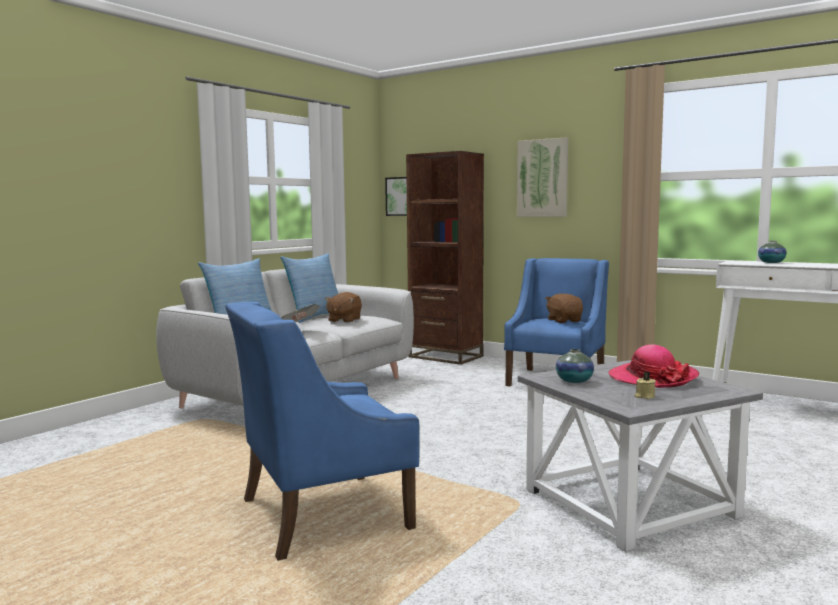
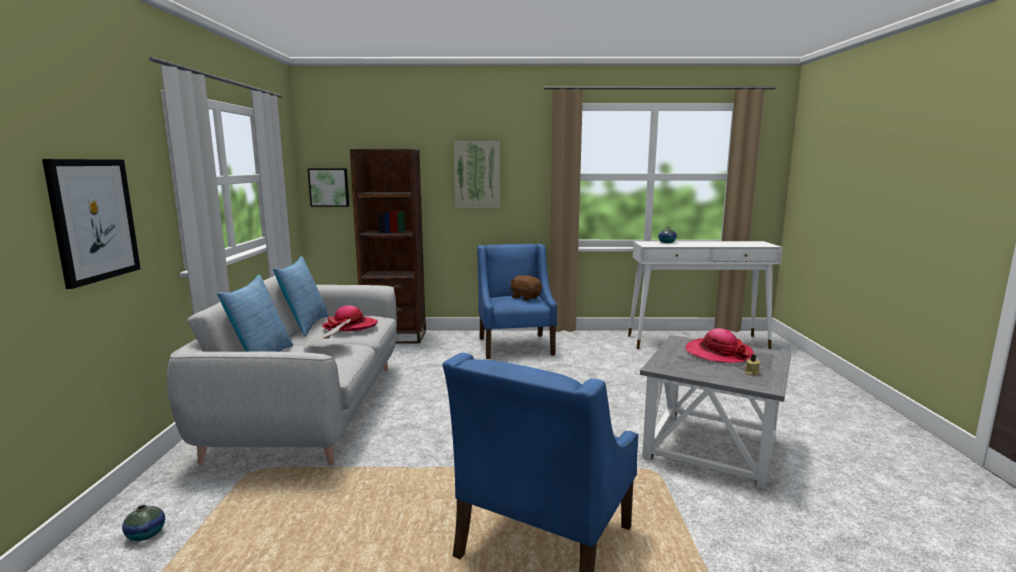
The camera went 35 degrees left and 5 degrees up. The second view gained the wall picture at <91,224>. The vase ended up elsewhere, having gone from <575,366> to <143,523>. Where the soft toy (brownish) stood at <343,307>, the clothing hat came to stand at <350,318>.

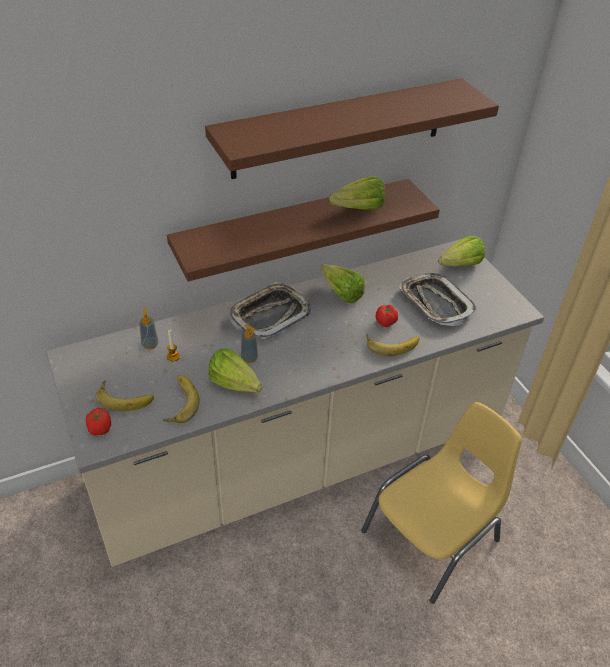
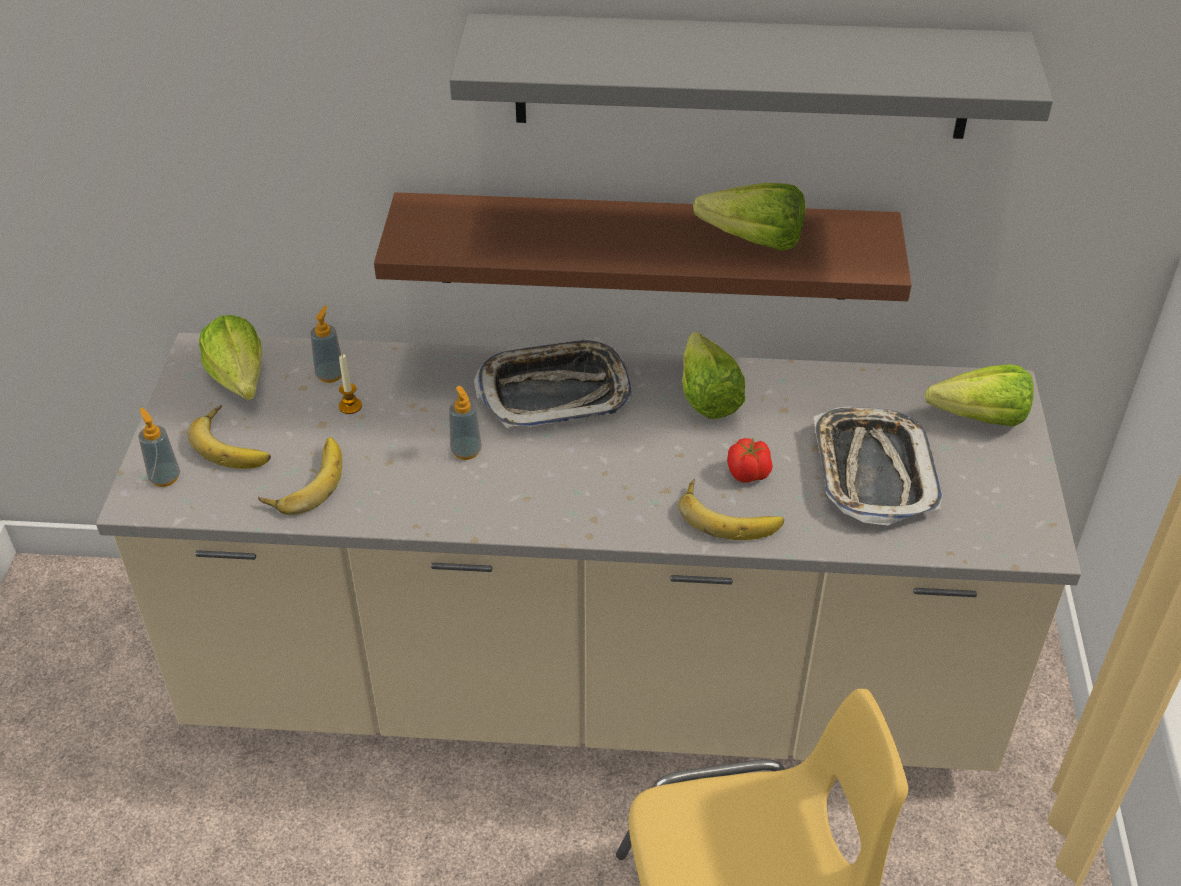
The camera went 30 degrees right and 0 degrees up. The lettuce ended up elsewhere, having gone from <235,370> to <230,357>. Where the tomato stood at <98,422>, the soap bottle came to stand at <159,447>. What was the shelf (brownish) at <352,128> turned into the shelf (grey) at <751,76>.

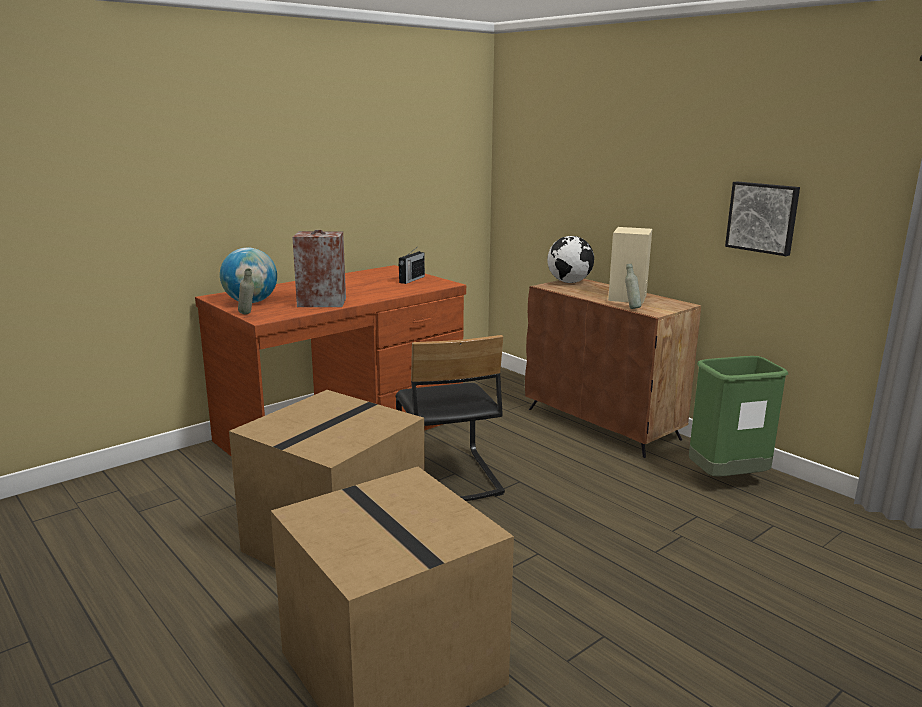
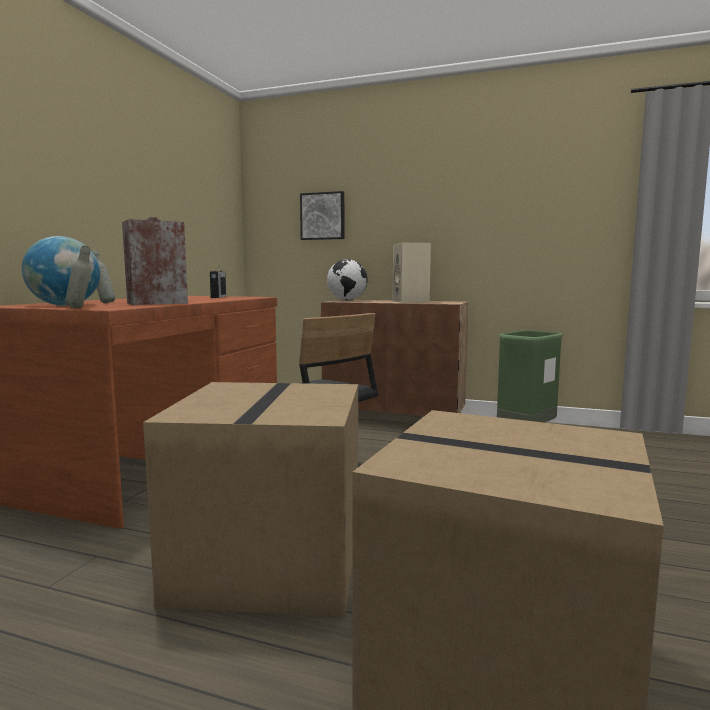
The camera went 30 degrees left and 10 degrees down. The bottle (grey) ended up elsewhere, having gone from <633,286> to <103,277>. The wall picture ended up elsewhere, having gone from <762,218> to <322,215>.

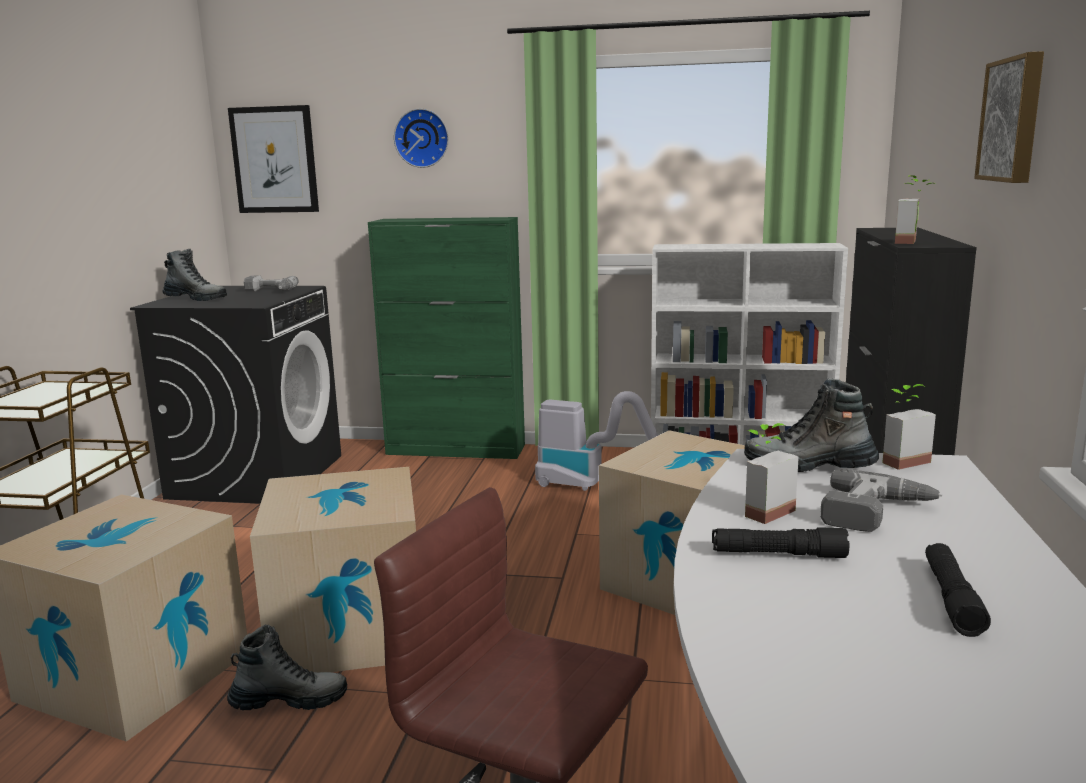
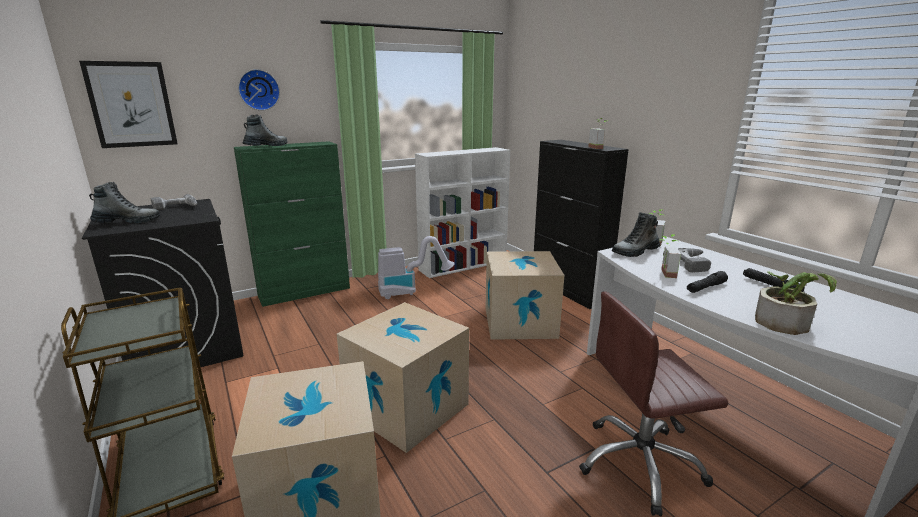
The camera went 40 degrees left and 5 degrees up. The second view lost the wall picture at <1009,117>. The second view gained the houseplant at <796,303>. The high-top boot ended up elsewhere, having gone from <287,667> to <265,130>.

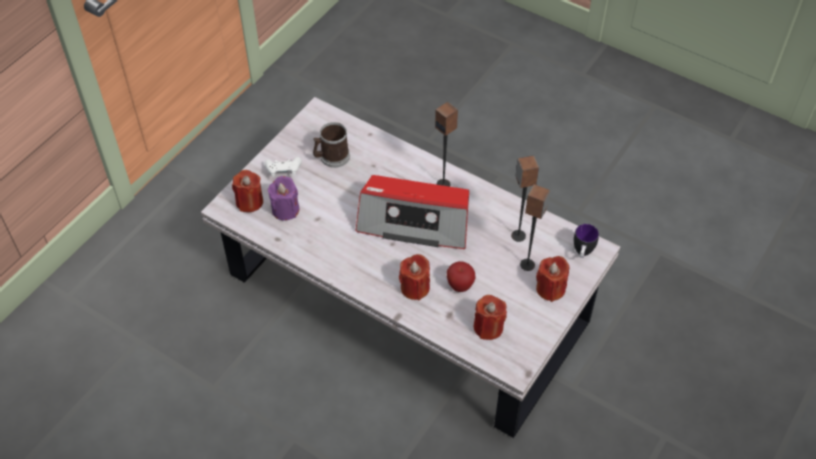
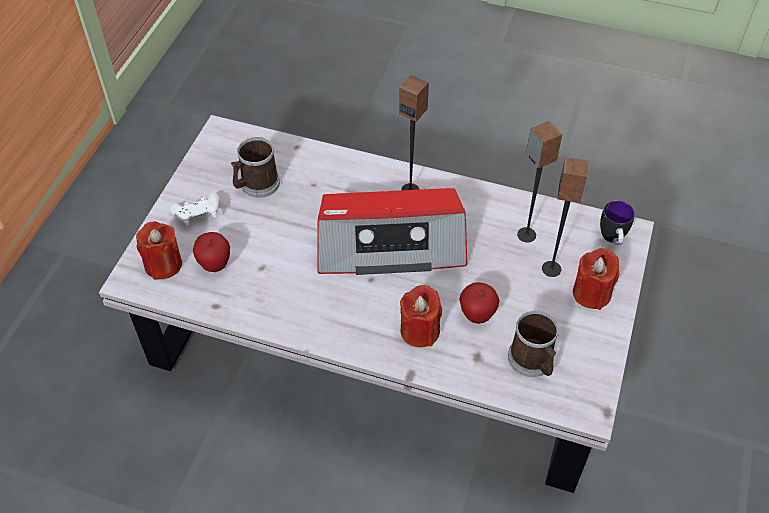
The camera went 15 degrees left and 0 degrees up. Where the candle (purplish) stood at <283,198>, the apple came to stand at <211,252>. Where the candle (red-coloured) stood at <490,317>, the coffee mug came to stand at <533,343>.

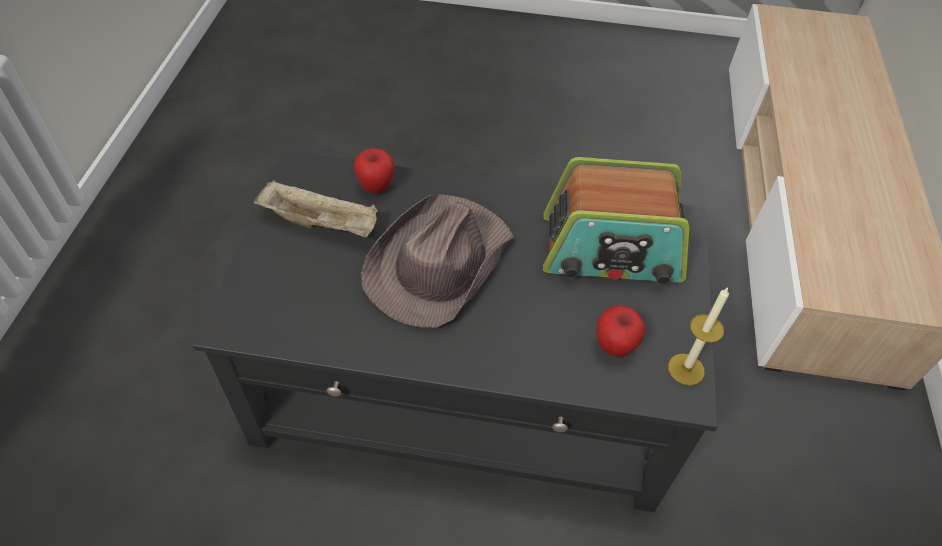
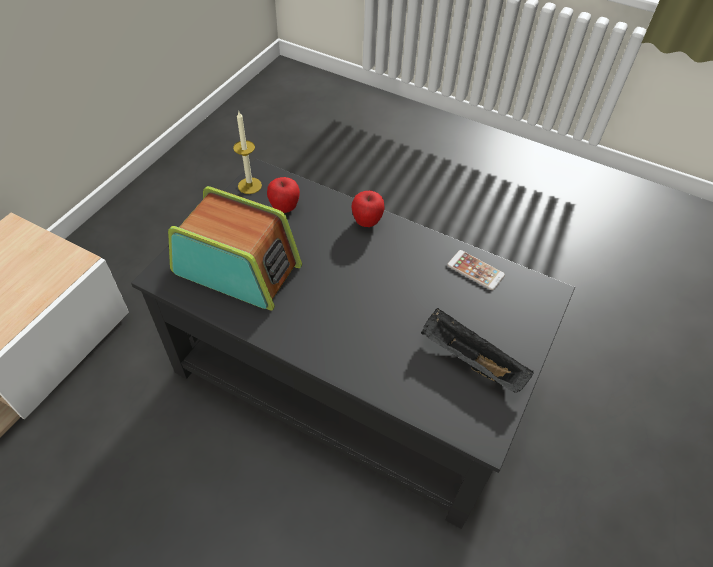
The camera went 160 degrees left and 0 degrees up. The second view lost the clothing hat (brownish) at <437,260>. The second view gained the handset at <476,270>. The apple ended up elsewhere, having gone from <374,170> to <368,209>. What was the serving tray (beige) at <316,208> turned into the serving tray (black) at <477,350>.

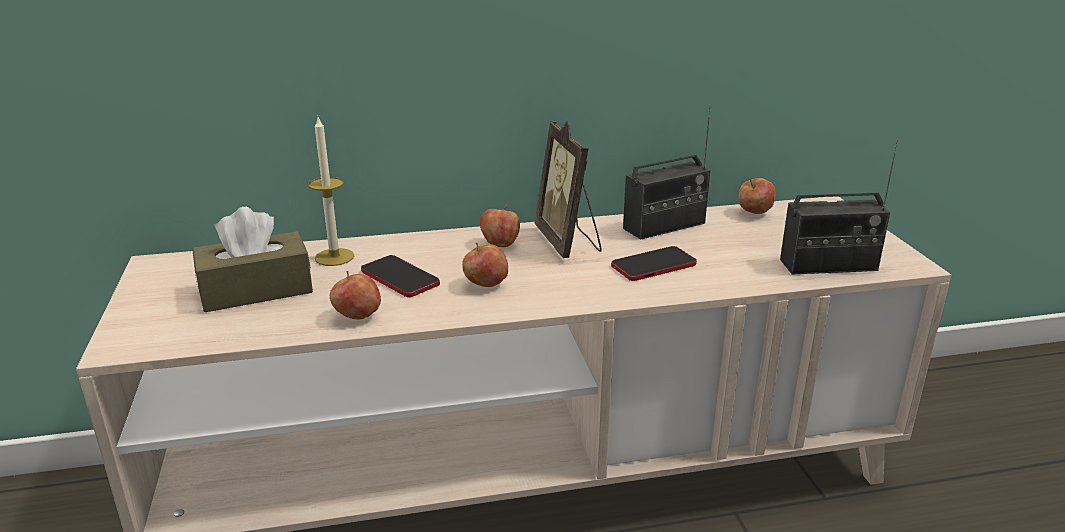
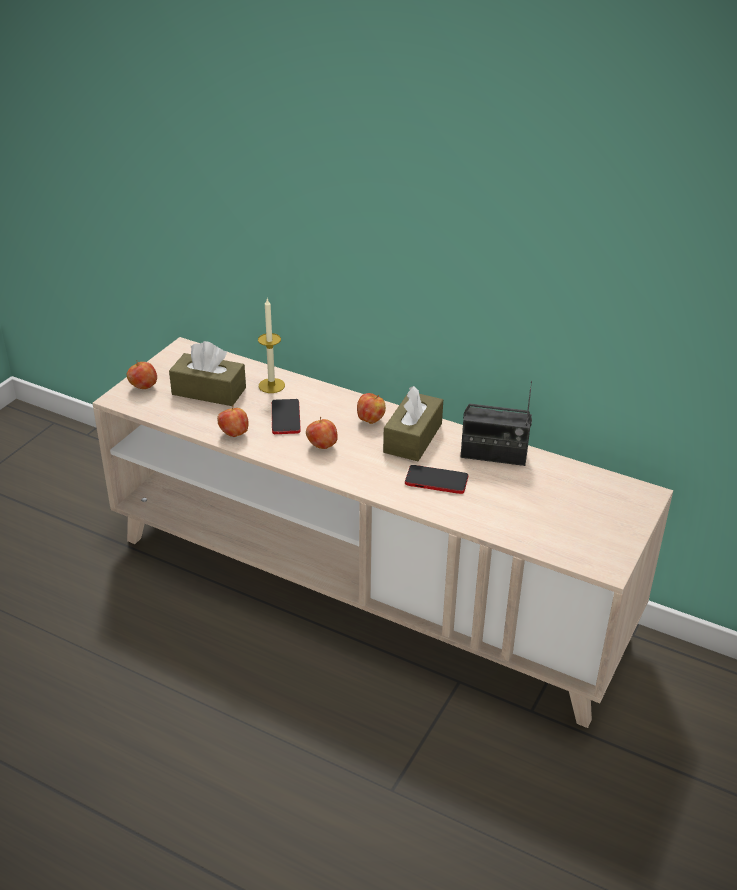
The camera went 40 degrees right and 10 degrees up. The second view lost the radio at <839,207>. The apple ended up elsewhere, having gone from <757,196> to <142,374>. Where the picture frame stood at <568,189>, the tissue holder (brownish) came to stand at <413,423>.

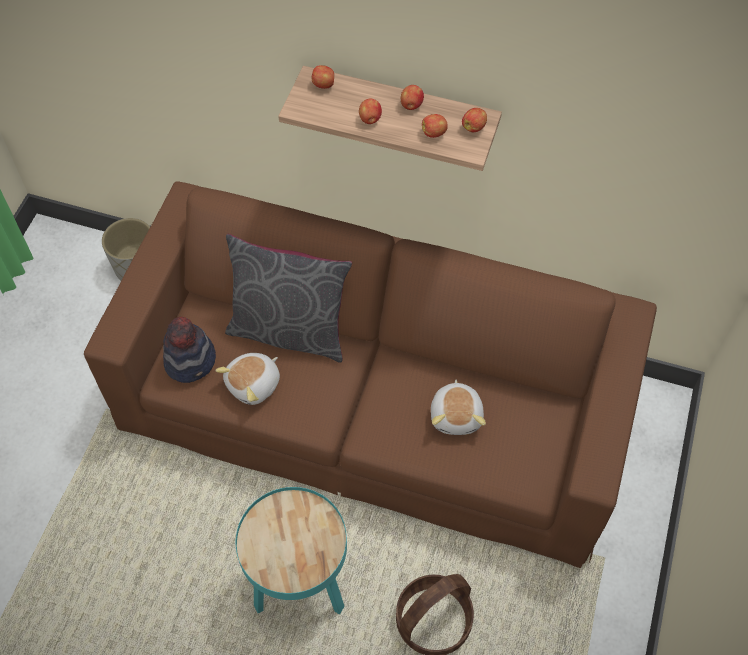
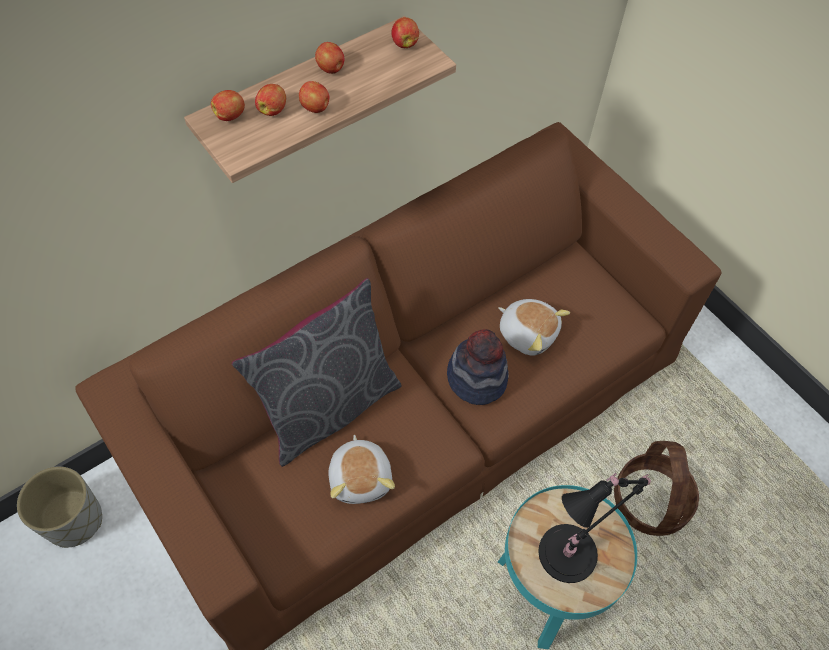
The camera went 55 degrees left and 0 degrees up. The second view gained the lamp for a table (black) at <594,528>. The clothing hat ended up elsewhere, having gone from <189,350> to <478,367>. The apple ended up elsewhere, having gone from <435,126> to <270,100>.

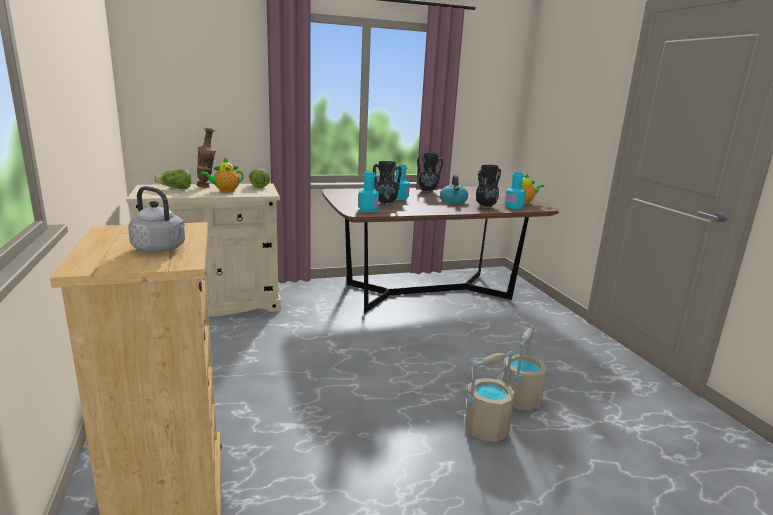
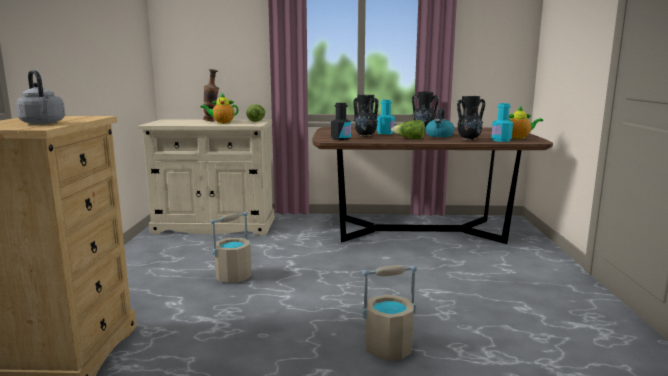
The camera went 20 degrees right and 5 degrees down. The lettuce ended up elsewhere, having gone from <172,179> to <408,129>. The bucket (beige) ended up elsewhere, having gone from <524,367> to <231,247>. What was the bottle (turquoise) at <369,192> turned into the bottle (black) at <341,121>.

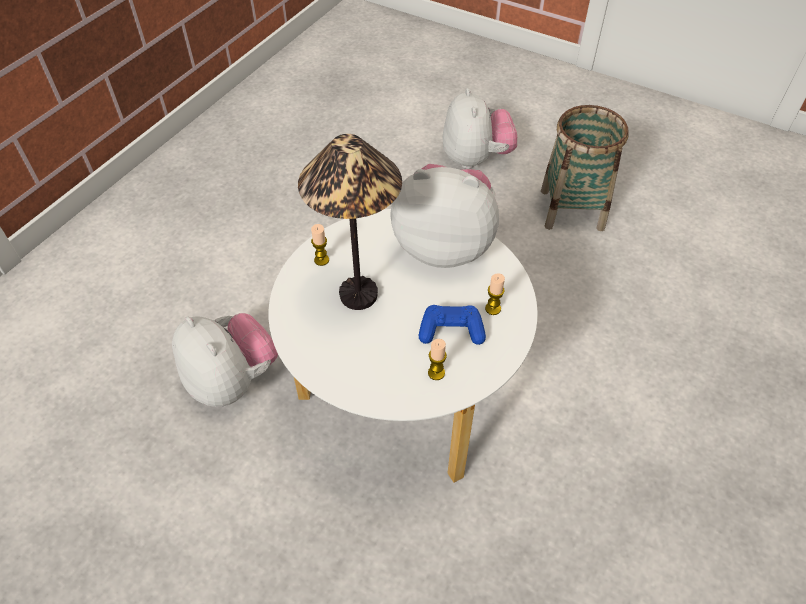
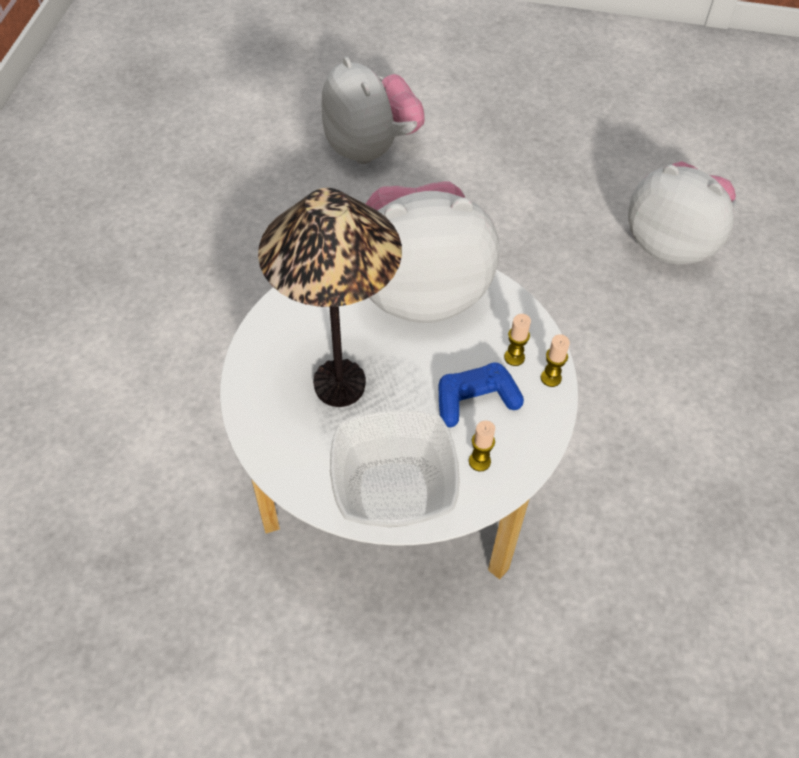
The camera went 20 degrees left and 5 degrees up. The second view lost the basket at <585,168>. The second view gained the deep dish at <395,468>. The soft toy ended up elsewhere, having gone from <225,360> to <682,212>. The candle ended up elsewhere, having gone from <320,245> to <555,360>.

